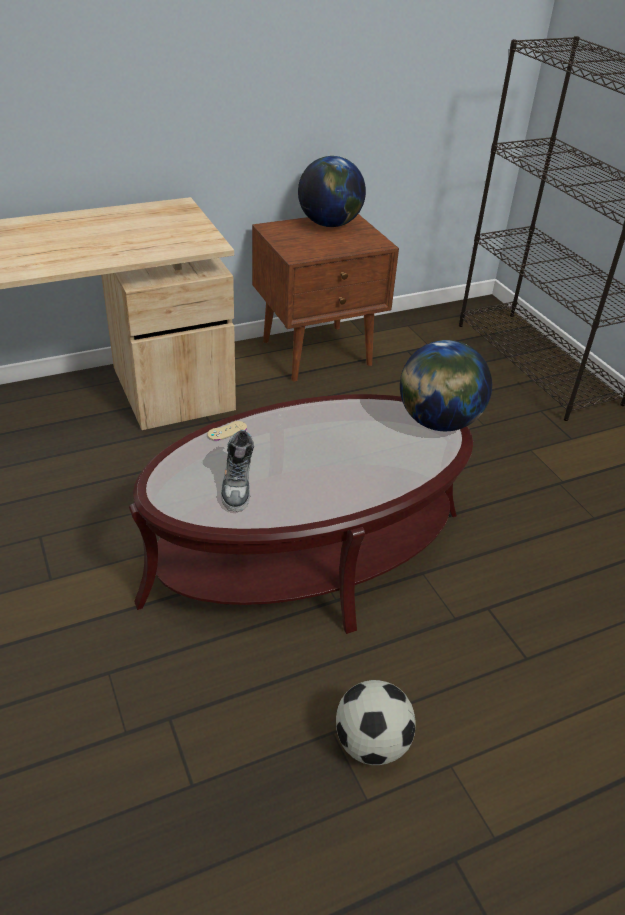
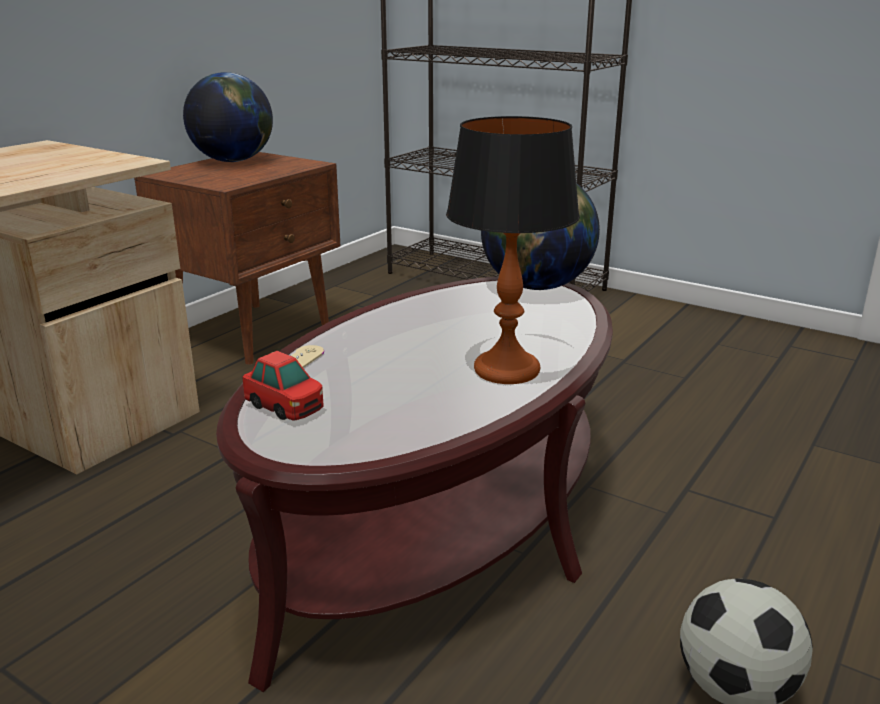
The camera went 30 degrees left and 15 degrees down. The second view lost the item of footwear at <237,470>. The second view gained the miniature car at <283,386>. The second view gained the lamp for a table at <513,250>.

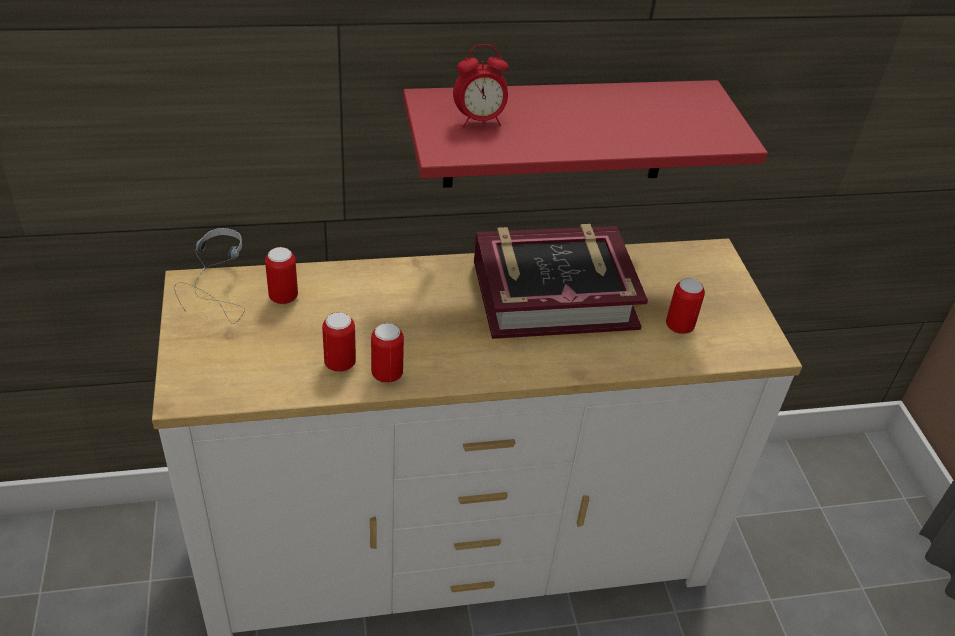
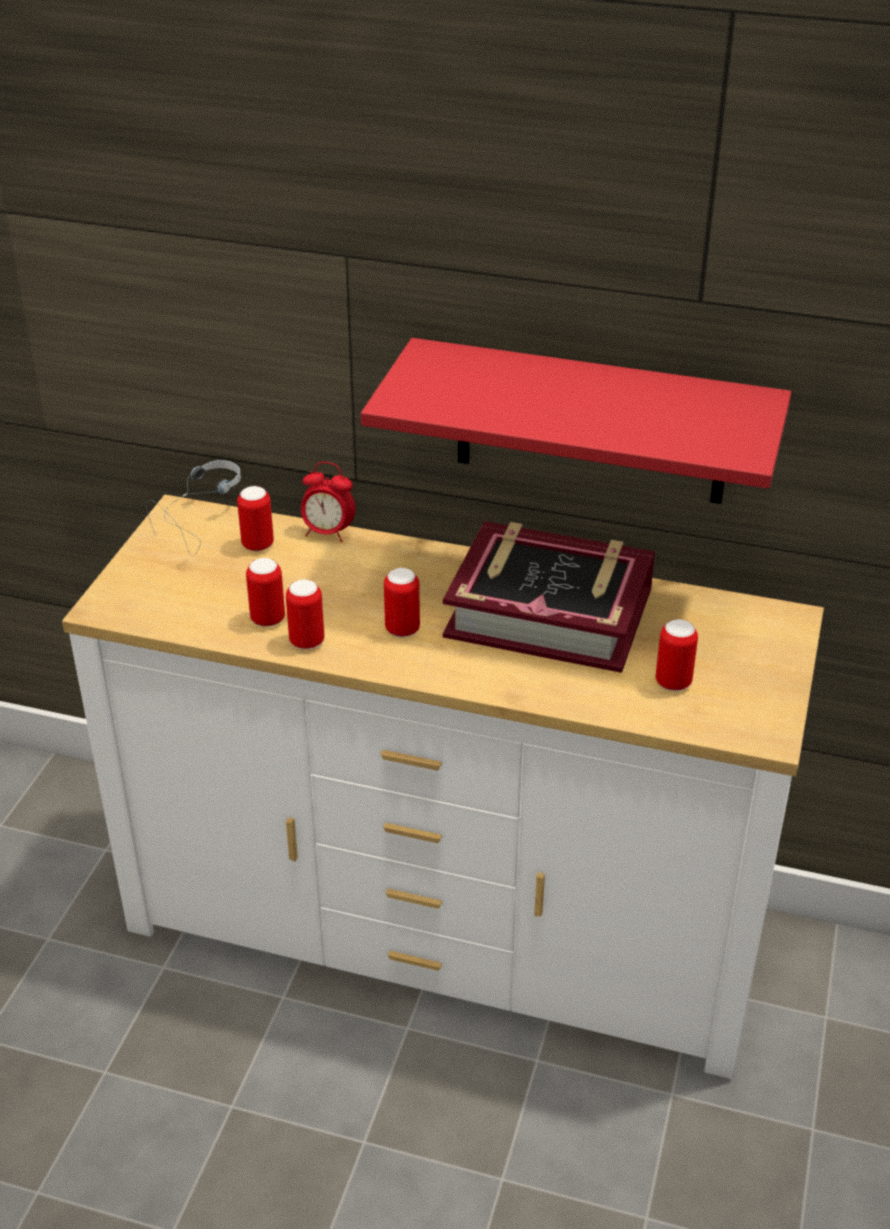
The camera went 30 degrees right and 5 degrees down. The second view gained the sealed can at <402,602>. The alarm clock ended up elsewhere, having gone from <481,85> to <328,502>.

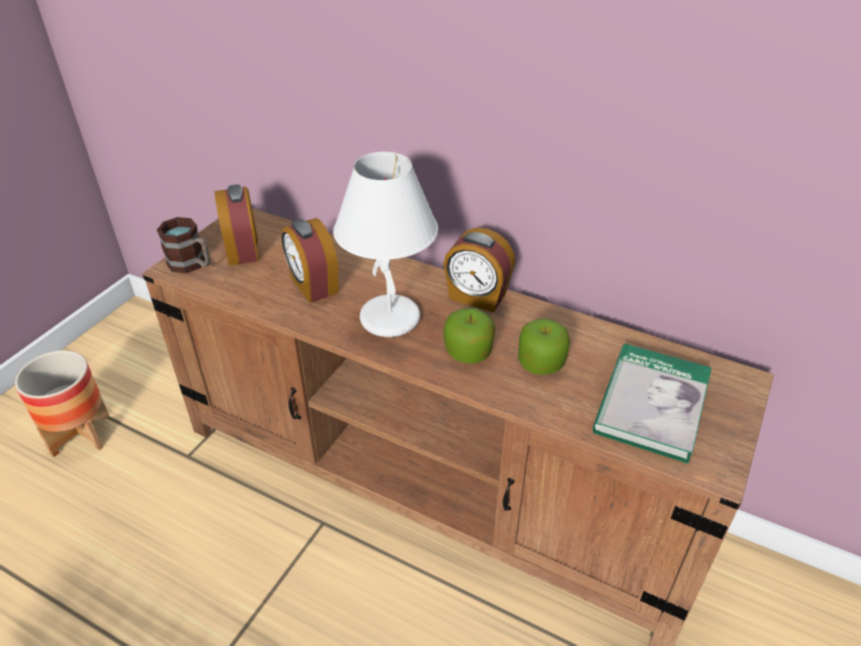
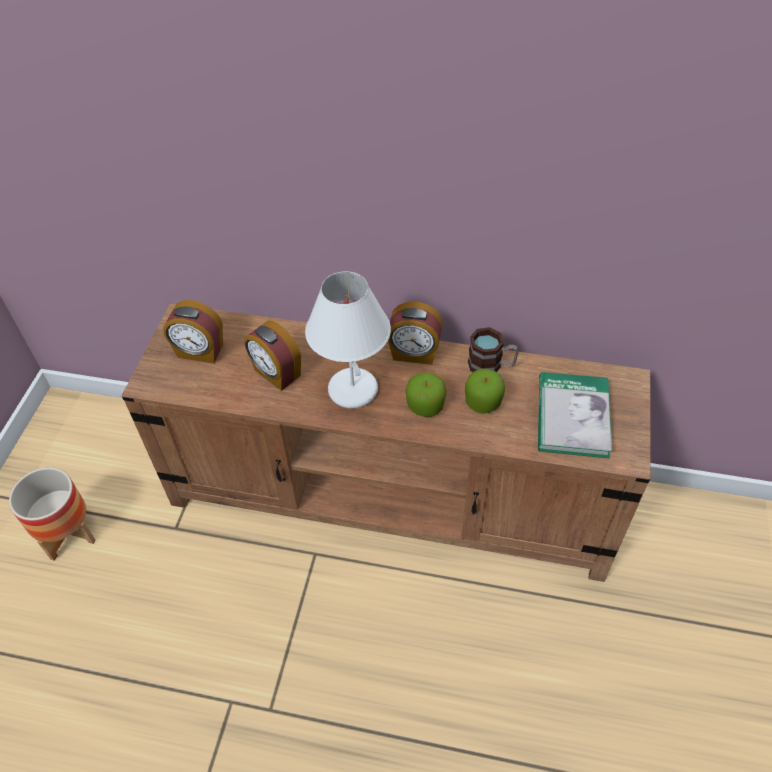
The camera went 15 degrees left and 10 degrees up. The coffee mug ended up elsewhere, having gone from <183,245> to <493,349>. The alarm clock at <236,225> ended up facing another way, 135 degrees clockwise from before.

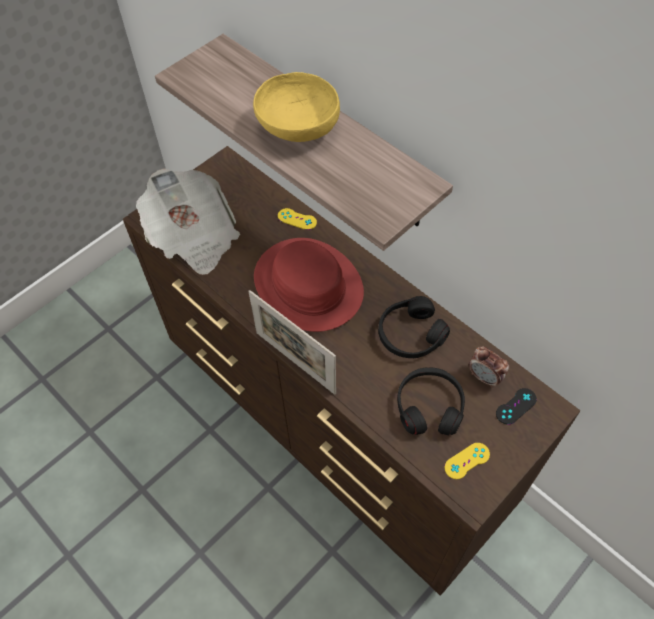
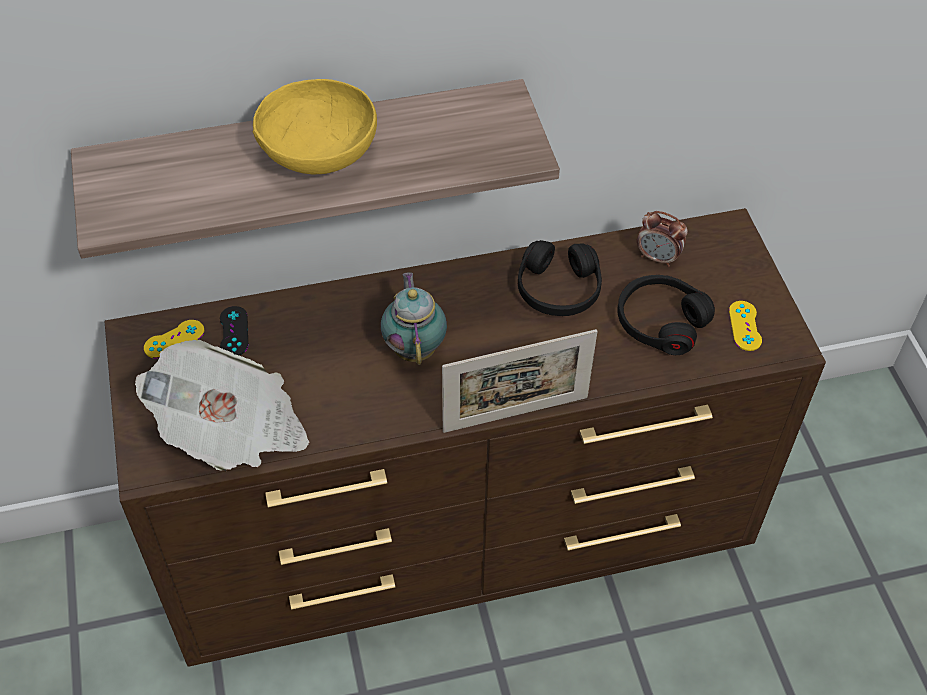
The camera went 60 degrees left and 5 degrees down. The game controller (yellow) ended up elsewhere, having gone from <297,219> to <174,339>. The game controller (black) ended up elsewhere, having gone from <516,406> to <234,330>. Where the clothing hat (red-coloured) stood at <309,285>, the pot for tea came to stand at <414,318>. The alarm clock at <489,366> ended up facing another way, 45 degrees clockwise from before.

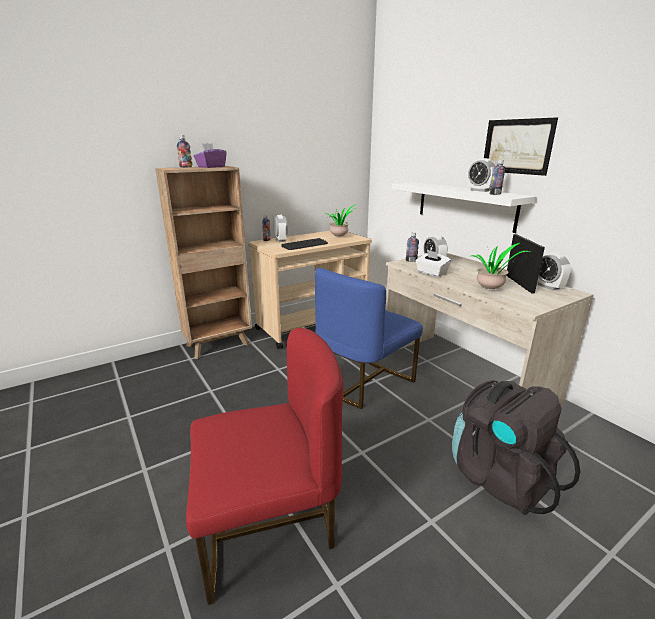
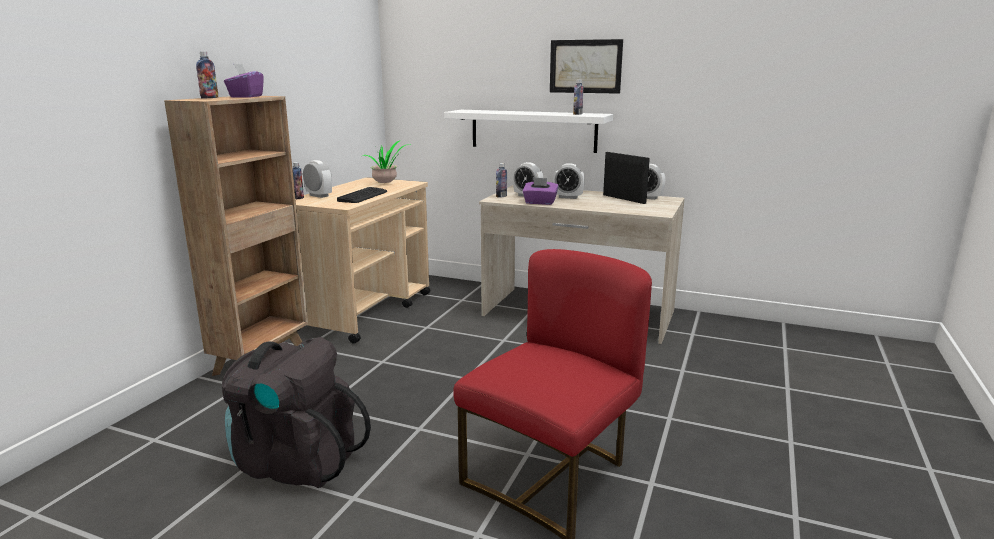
The camera went 35 degrees left and 5 degrees down. The second view lost the plain chair (blue) at <369,338>. The second view lost the houseplant at <501,266>. The rucksack (black) ended up elsewhere, having gone from <516,447> to <296,412>. The alarm clock ended up elsewhere, having gone from <481,175> to <569,181>. What was the tissue holder (whitish) at <433,263> turned into the tissue holder (purplish) at <541,191>.

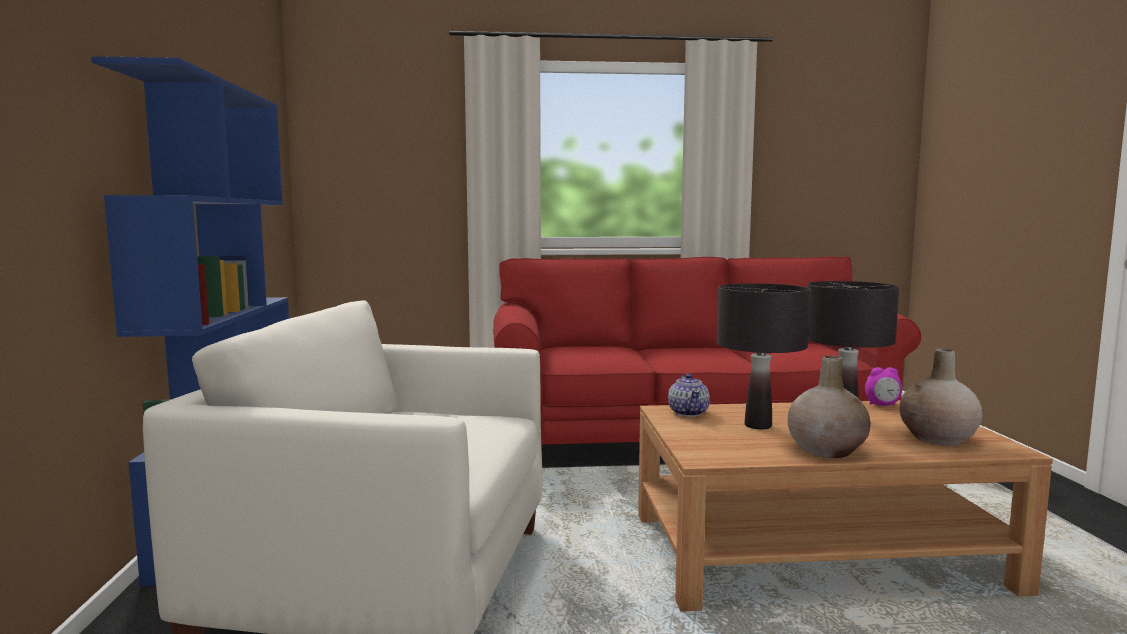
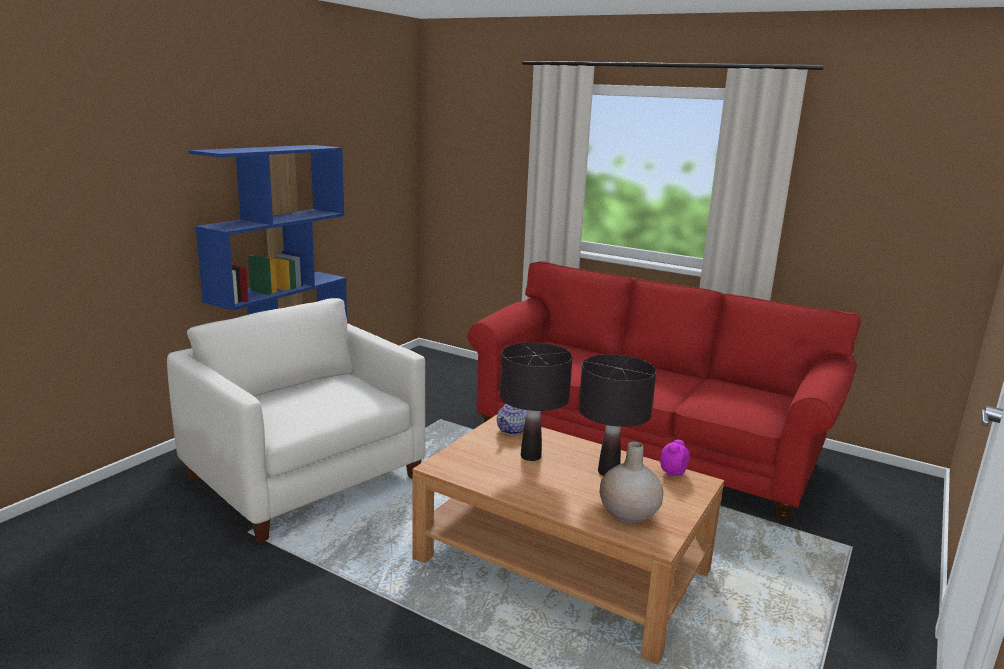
The camera went 35 degrees right and 10 degrees up. The second view lost the vase (beige) at <829,407>. The alarm clock at <883,386> ended up facing another way, 90 degrees clockwise from before.

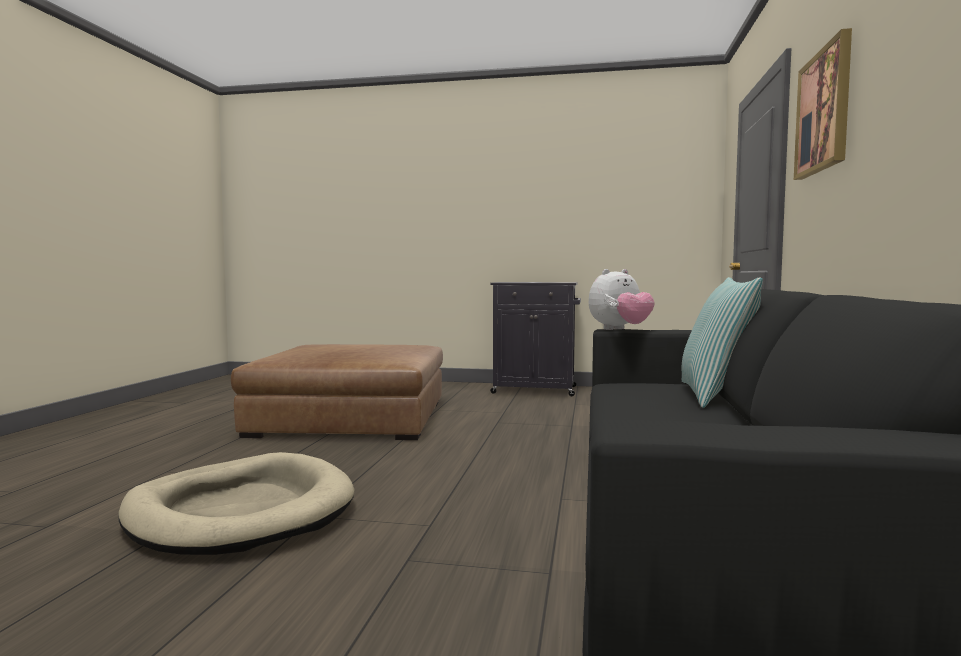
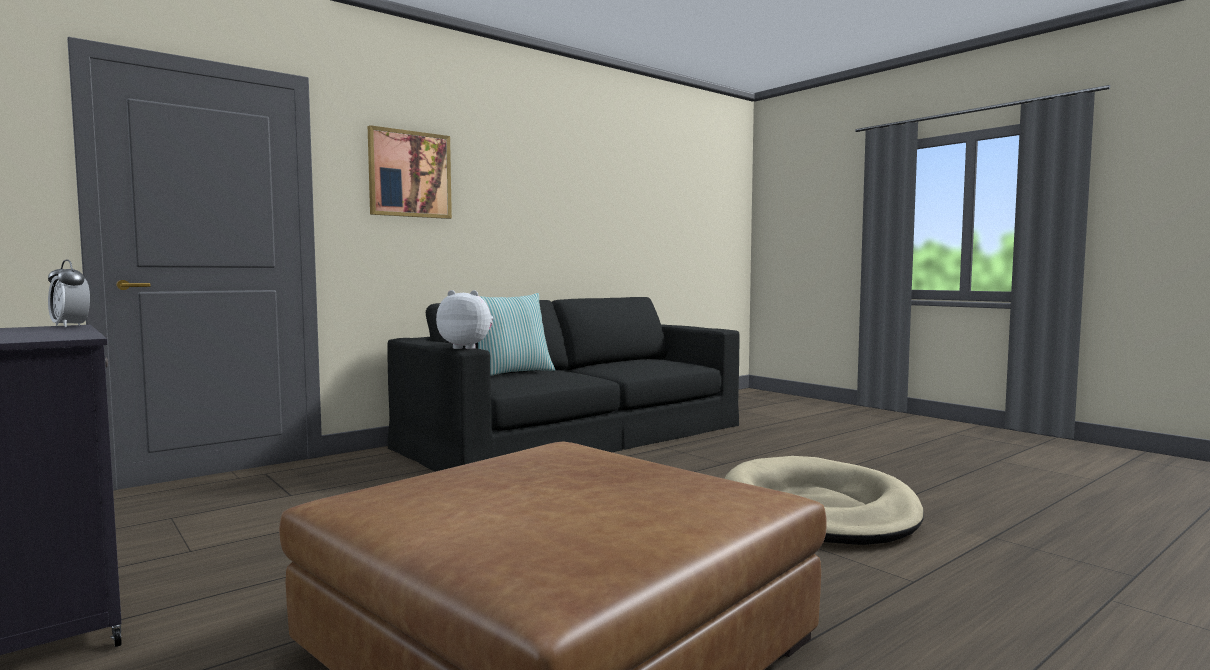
The camera went 140 degrees left and 0 degrees up. The second view gained the alarm clock at <69,293>.

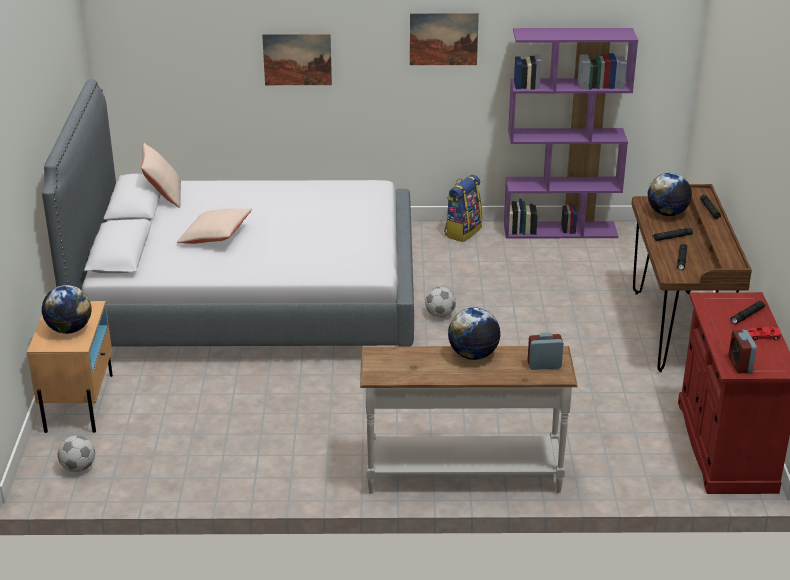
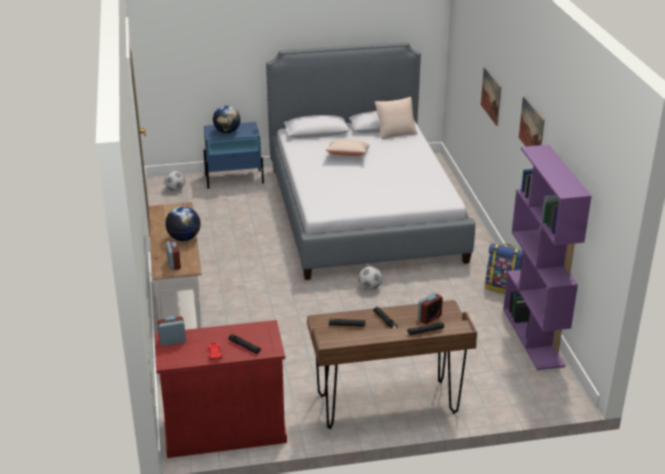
The camera went 80 degrees right and 0 degrees up. Where the world globe stood at <670,194>, the alarm clock came to stand at <430,308>. What was the night table (beige) at <70,367> turned into the night table (blue) at <233,155>.

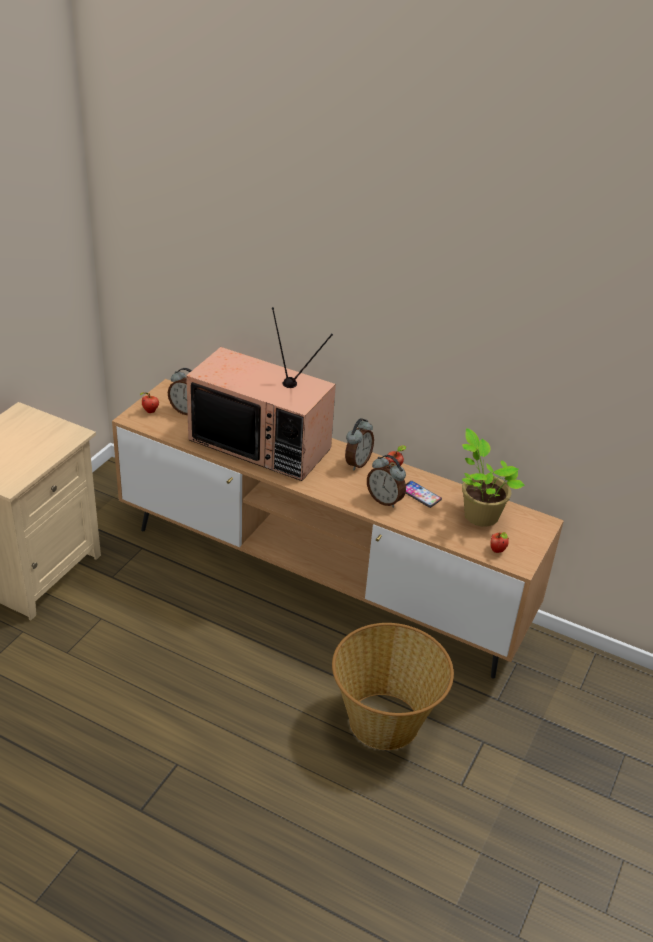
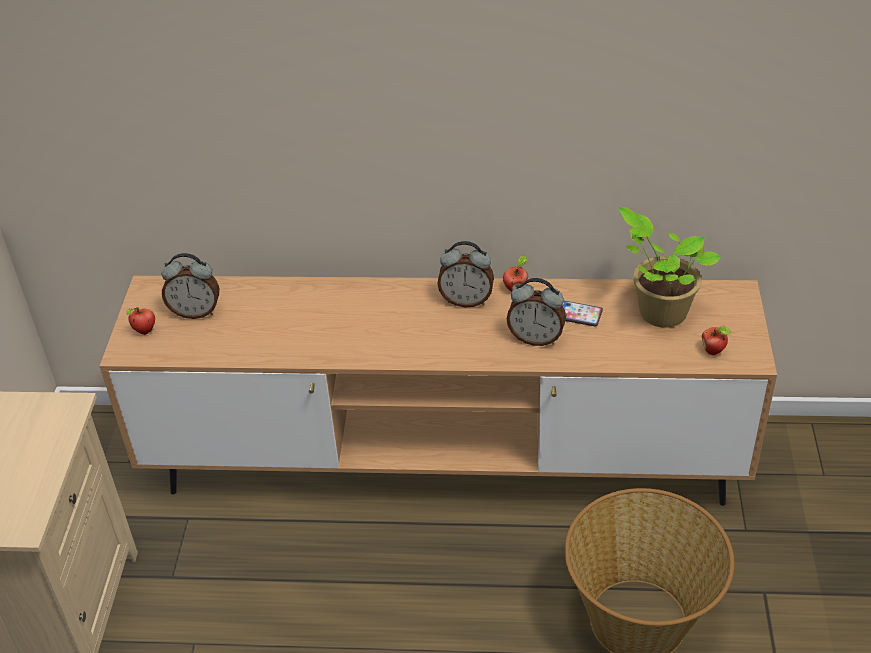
The camera went 20 degrees left and 5 degrees up. The second view lost the TV set at <261,394>. The alarm clock at <359,444> ended up facing another way, 90 degrees clockwise from before.

